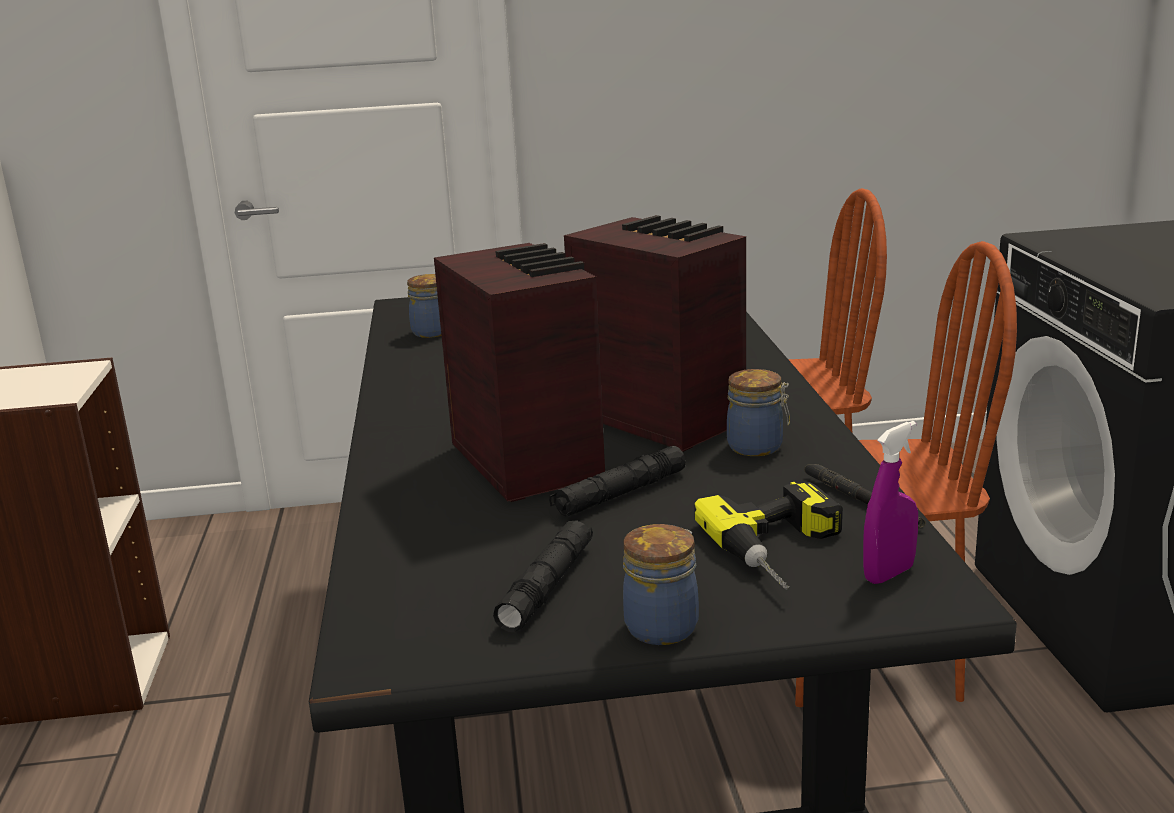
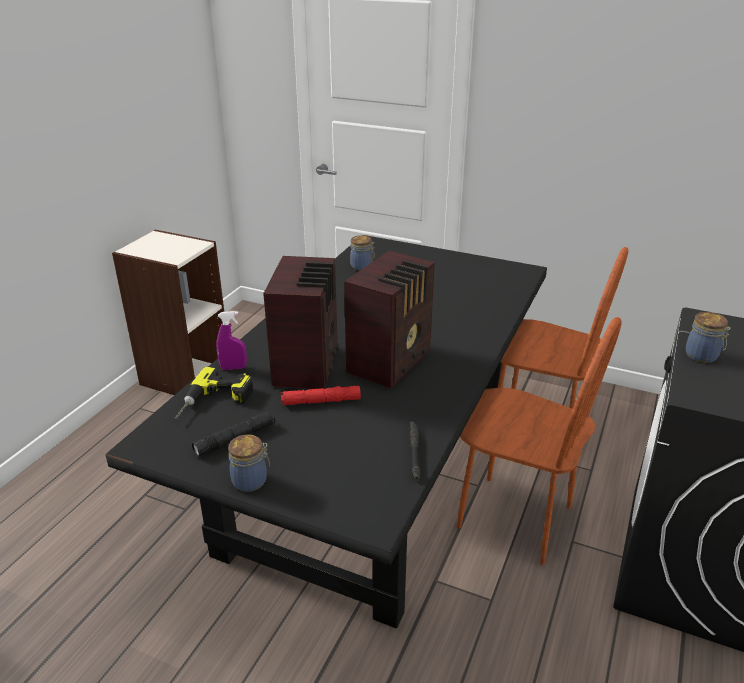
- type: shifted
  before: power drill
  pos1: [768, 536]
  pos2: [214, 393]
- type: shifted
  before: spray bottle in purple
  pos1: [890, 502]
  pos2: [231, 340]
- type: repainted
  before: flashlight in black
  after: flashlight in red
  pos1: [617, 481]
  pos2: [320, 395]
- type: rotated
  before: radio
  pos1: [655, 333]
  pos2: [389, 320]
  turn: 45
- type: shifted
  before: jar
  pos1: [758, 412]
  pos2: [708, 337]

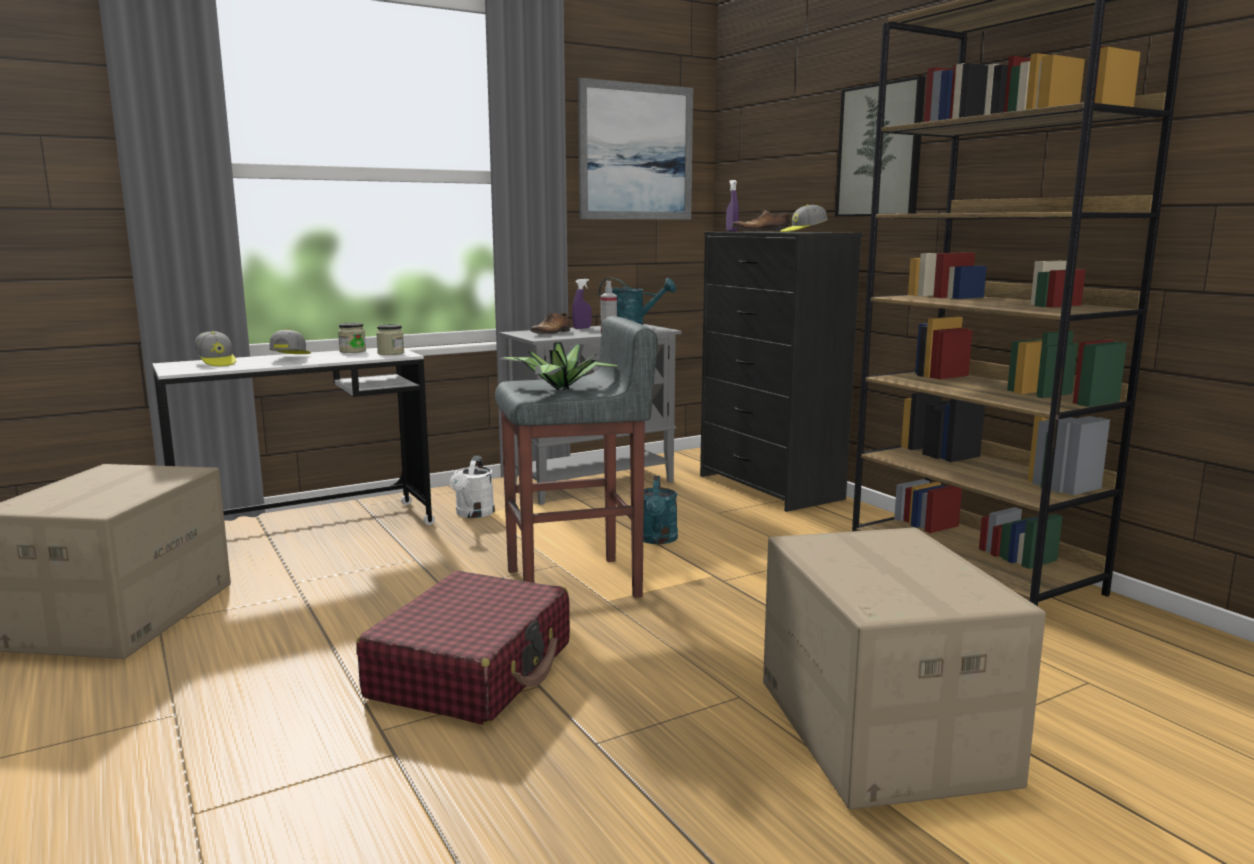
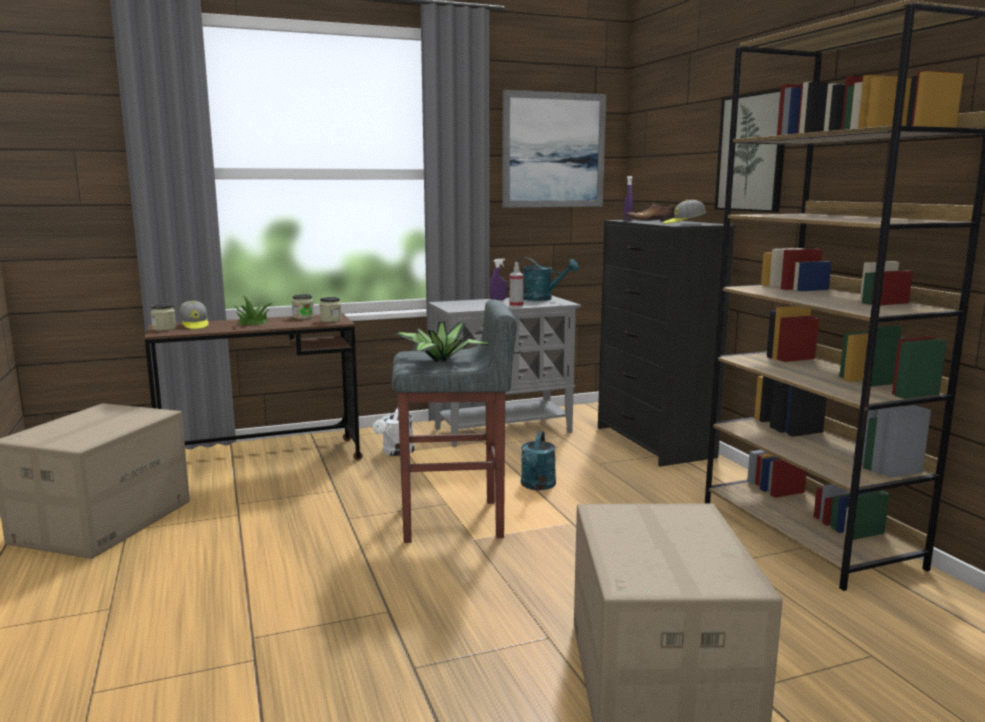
- type: repainted
  before: desk in white
  after: desk in brown
  pos1: [293, 436]
  pos2: [253, 386]
- type: new
  after: jar
  pos2: [163, 317]
- type: swapped
  before: cap
  after: potted plant
  pos1: [290, 341]
  pos2: [253, 310]
- type: gone
  before: suitcase in red
  pos1: [463, 648]
- type: gone
  before: shoe
  pos1: [550, 323]

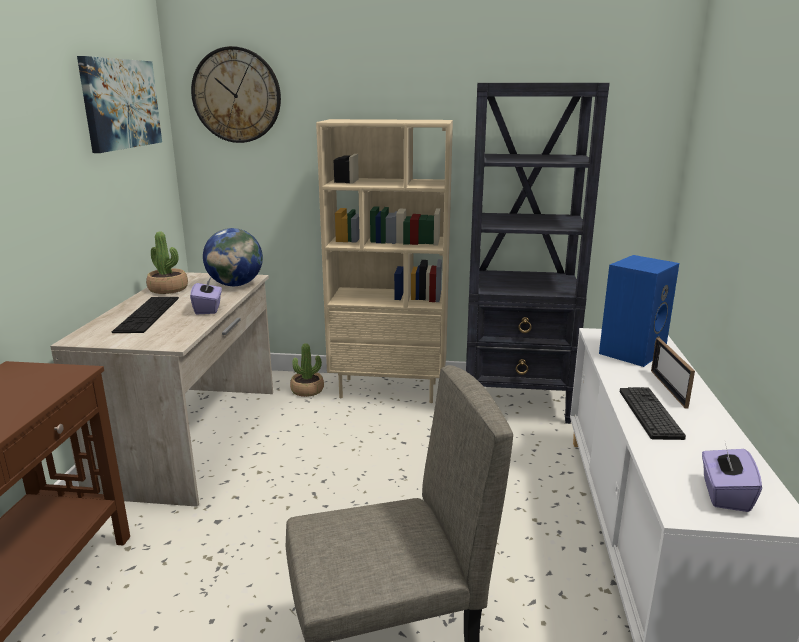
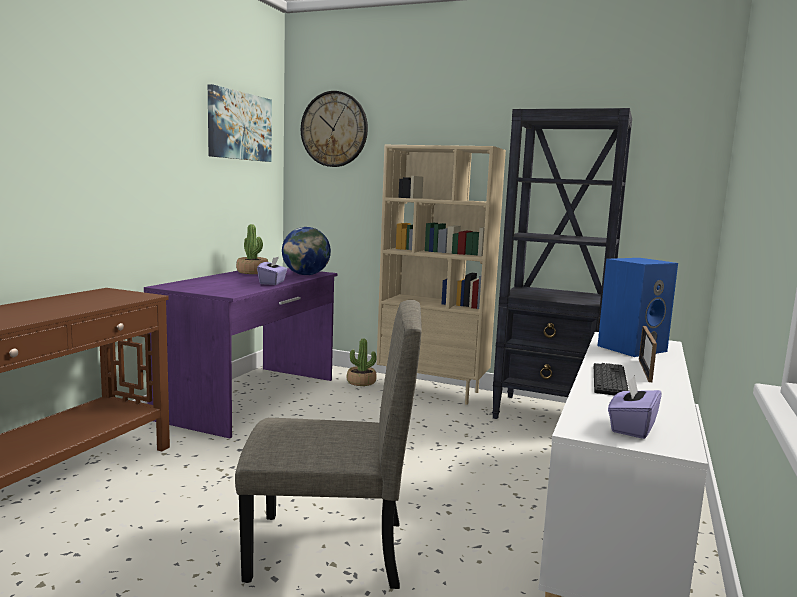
- type: repainted
  before: desk in beige
  after: desk in purple
  pos1: [161, 389]
  pos2: [241, 353]
- type: gone
  before: keyboard
  pos1: [145, 315]

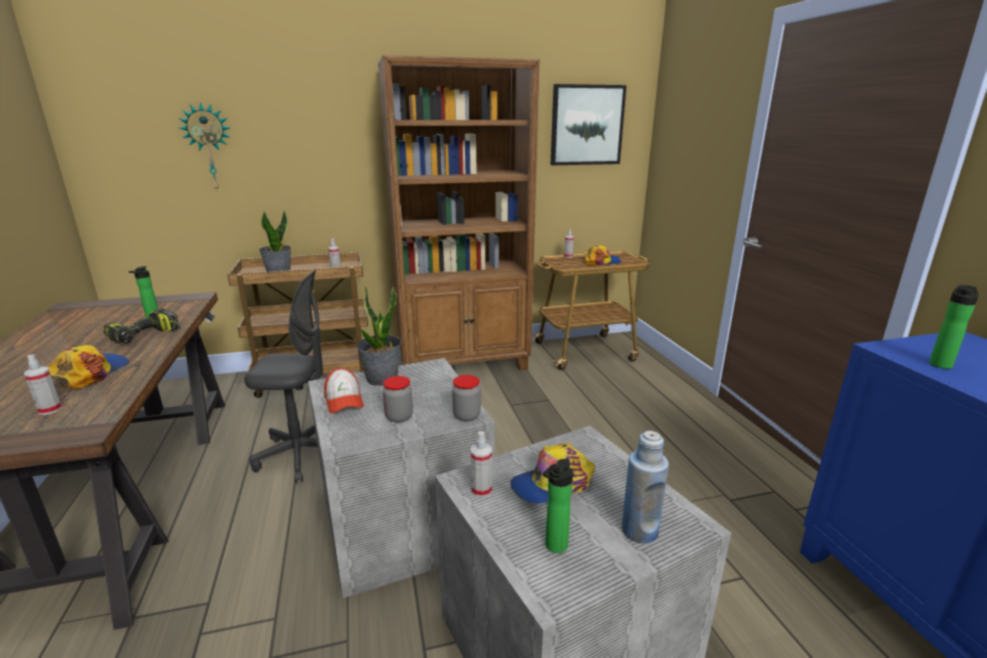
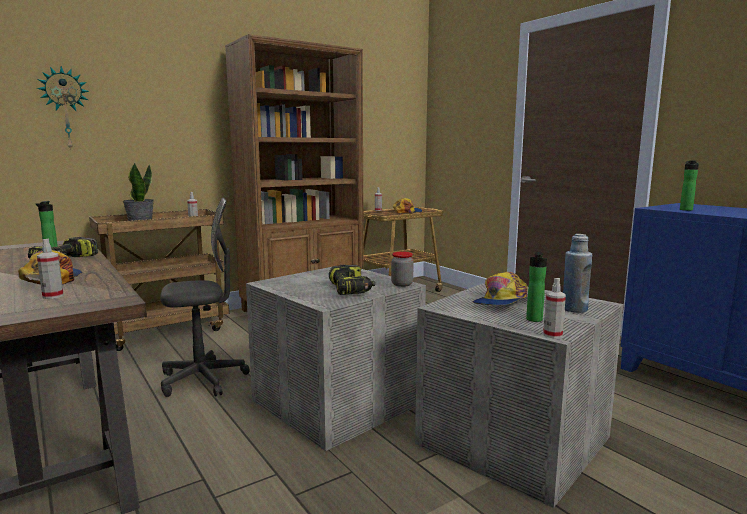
- type: swapped
  before: jar
  after: power drill
  pos1: [398, 399]
  pos2: [352, 280]
- type: shifted
  before: spray bottle
  pos1: [481, 464]
  pos2: [554, 308]
- type: gone
  before: cap
  pos1: [344, 390]
- type: gone
  before: potted plant
  pos1: [379, 336]
- type: gone
  before: picture
  pos1: [589, 124]

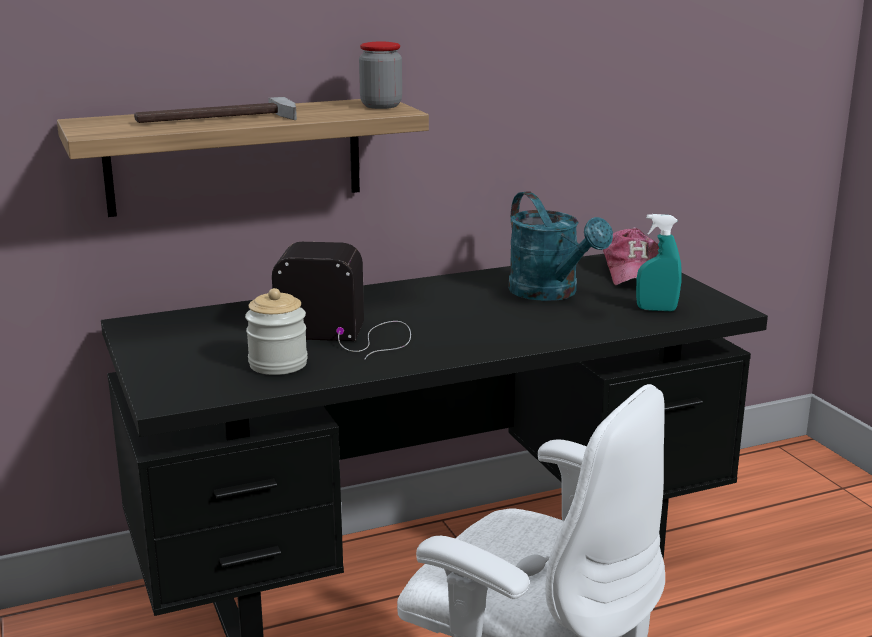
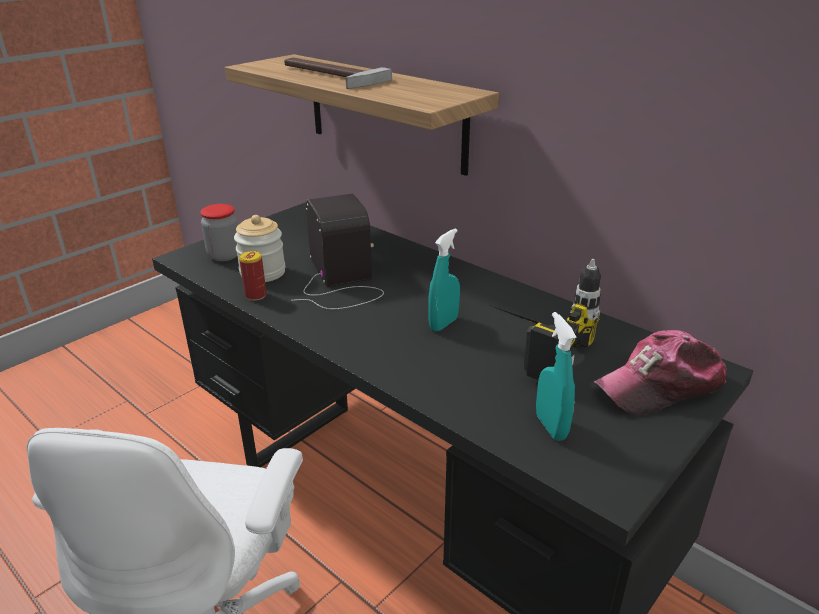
- type: shifted
  before: jar
  pos1: [380, 75]
  pos2: [219, 232]
- type: new
  after: can
  pos2: [253, 276]
- type: new
  after: spray bottle in turquoise
  pos2: [444, 279]
- type: swapped
  before: watering can in turquoise
  after: power drill
  pos1: [560, 246]
  pos2: [545, 319]

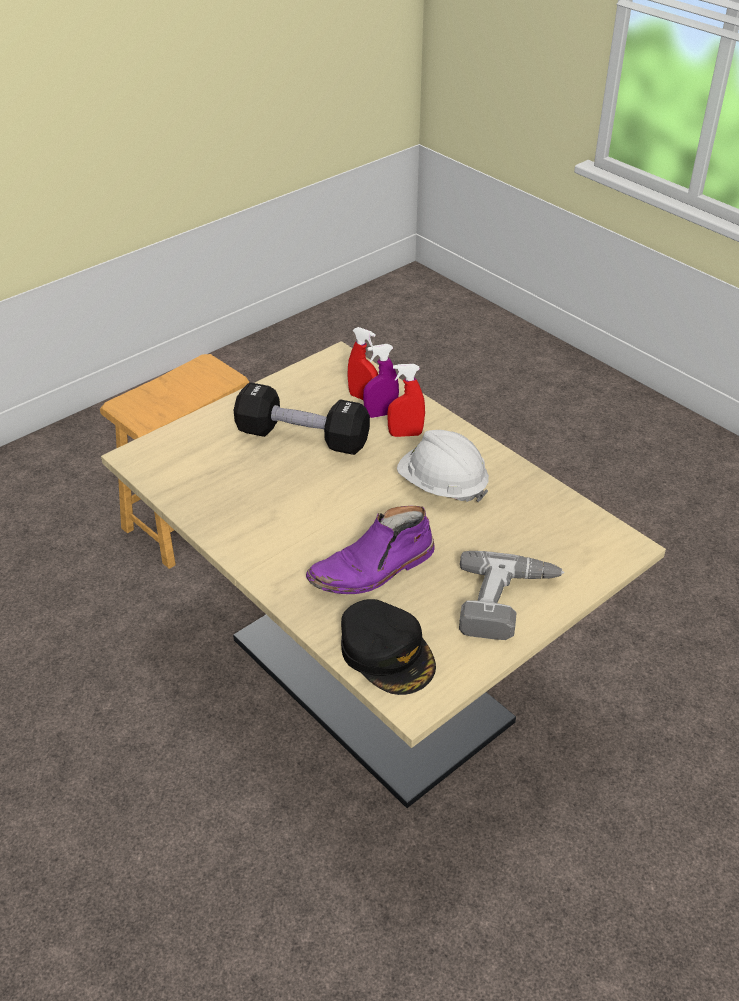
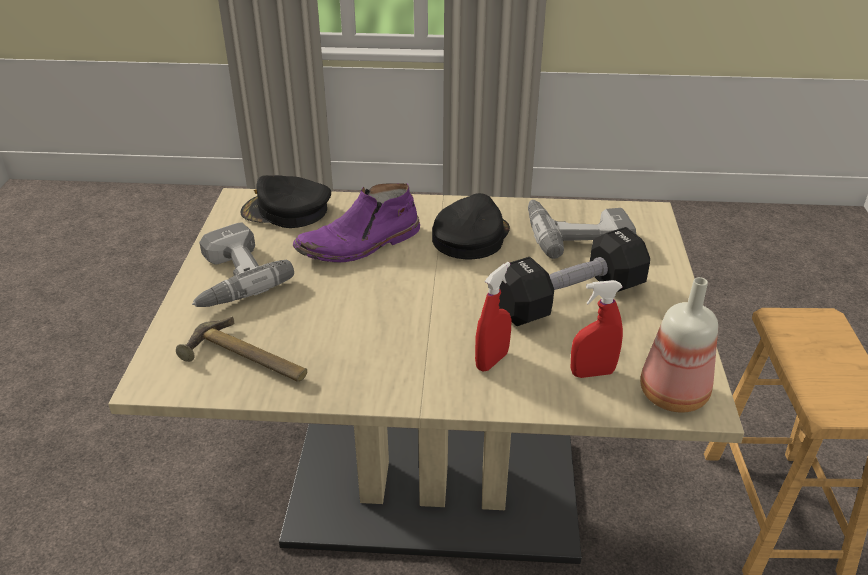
- type: new
  after: hammer
  pos2: [241, 349]
- type: rotated
  before: boot in purple
  pos1: [370, 550]
  pos2: [356, 223]
  turn: -135
- type: new
  after: cap in black
  pos2: [471, 226]
- type: new
  after: power drill
  pos2: [582, 229]
- type: new
  after: bottle
  pos2: [679, 345]
- type: gone
  before: spray bottle in purple
  pos1: [381, 381]
- type: gone
  before: hard hat in white
  pos1: [443, 466]

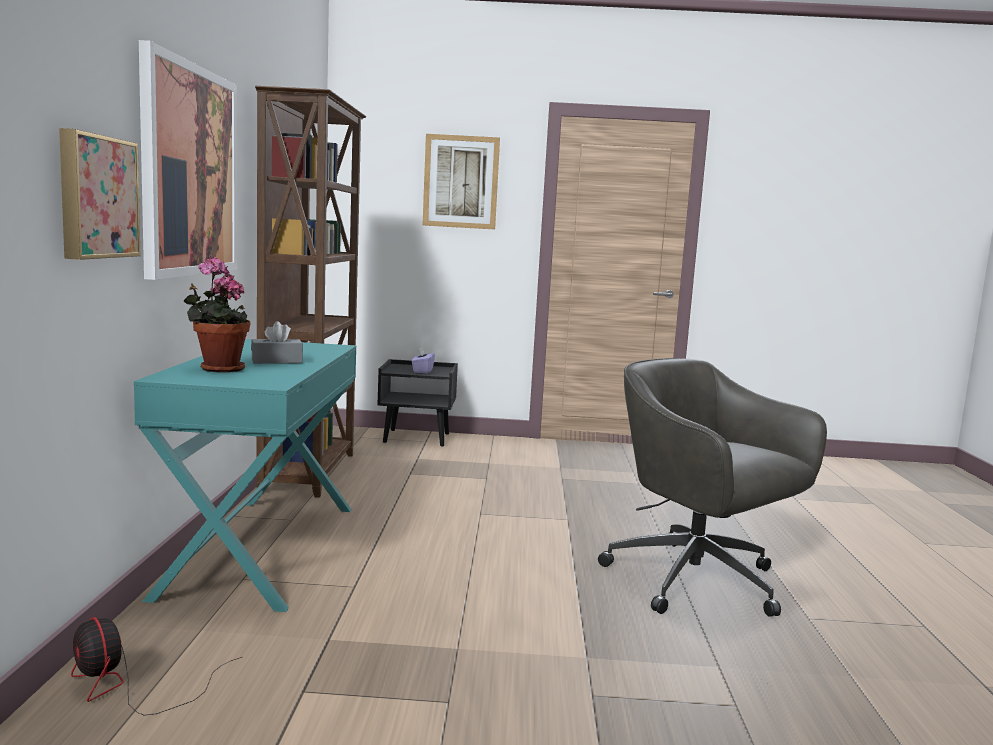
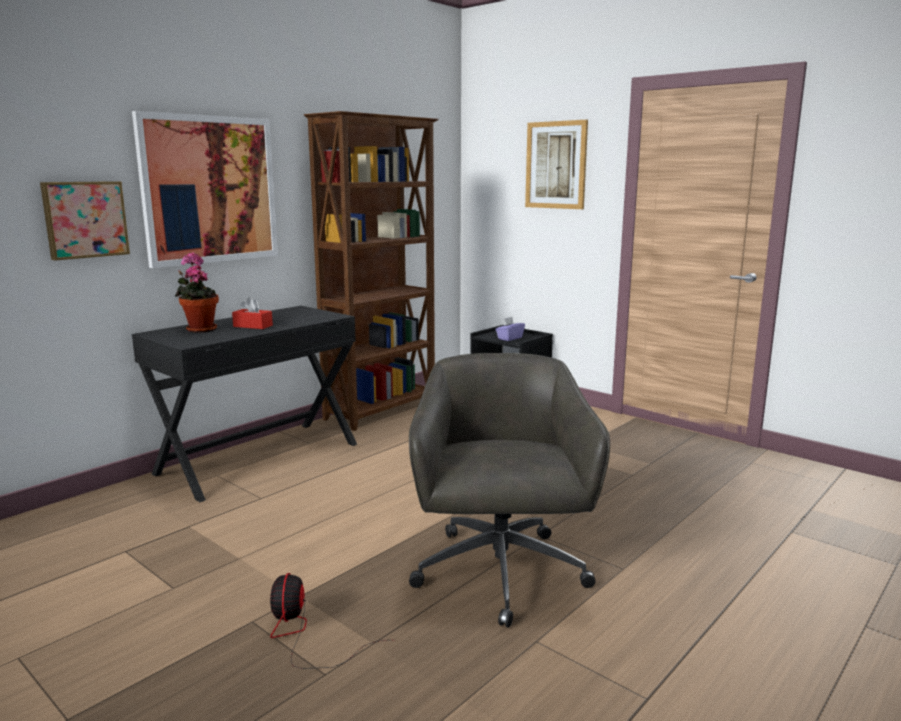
- type: repainted
  before: desk in turquoise
  after: desk in black
  pos1: [245, 475]
  pos2: [244, 404]
- type: repainted
  before: tissue box in grey
  after: tissue box in red
  pos1: [277, 342]
  pos2: [252, 313]
- type: shifted
  before: fan
  pos1: [156, 666]
  pos2: [327, 621]

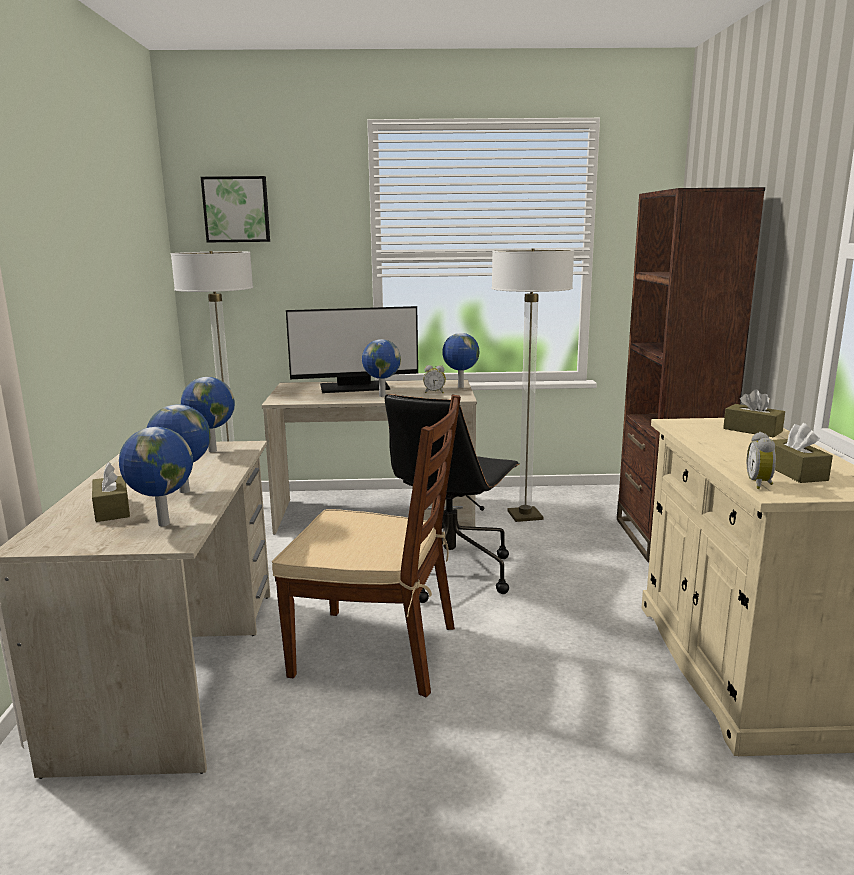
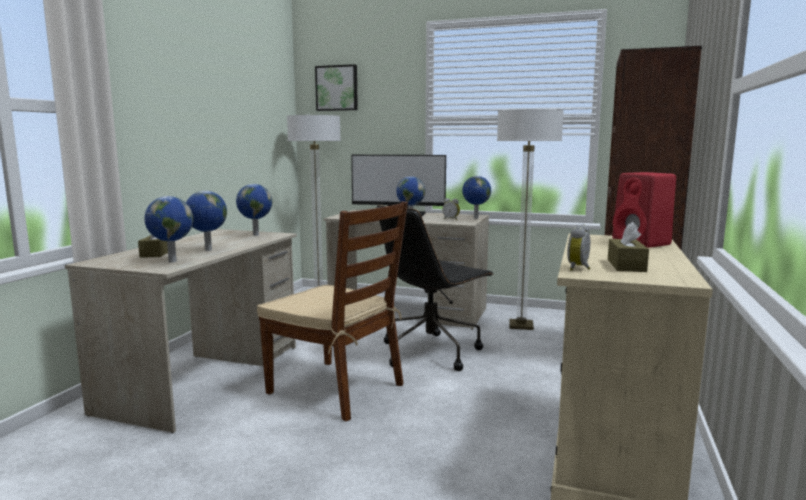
- type: swapped
  before: tissue box in brown
  after: speaker in red
  pos1: [754, 413]
  pos2: [644, 210]

